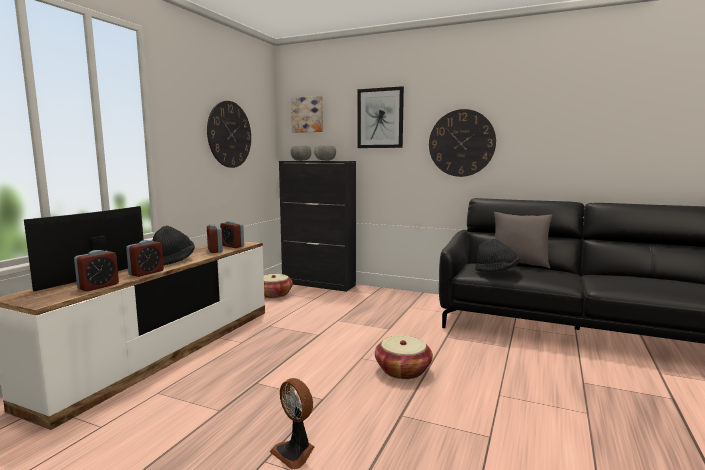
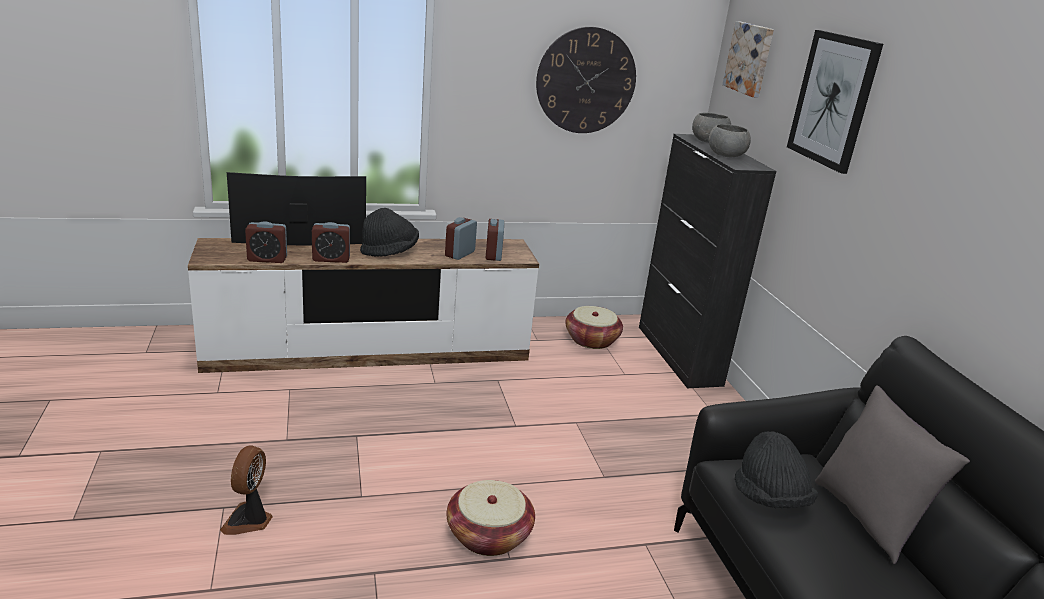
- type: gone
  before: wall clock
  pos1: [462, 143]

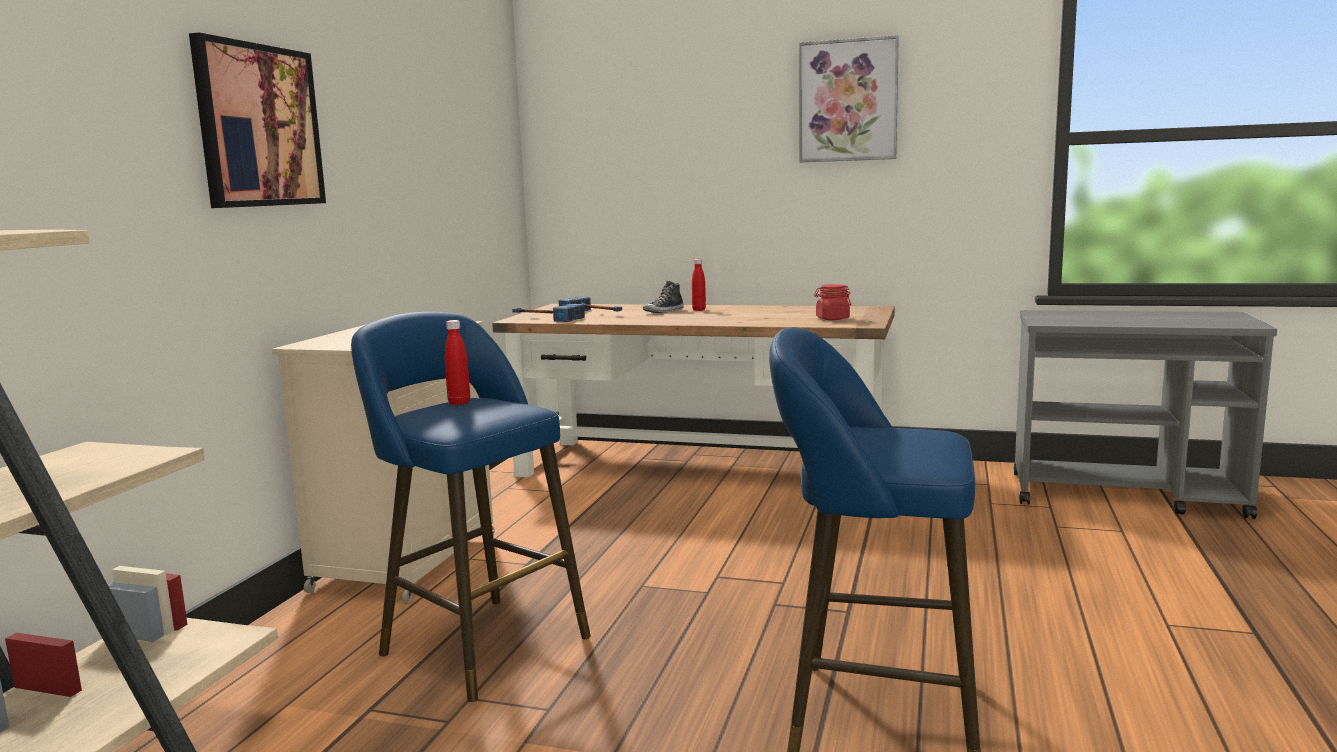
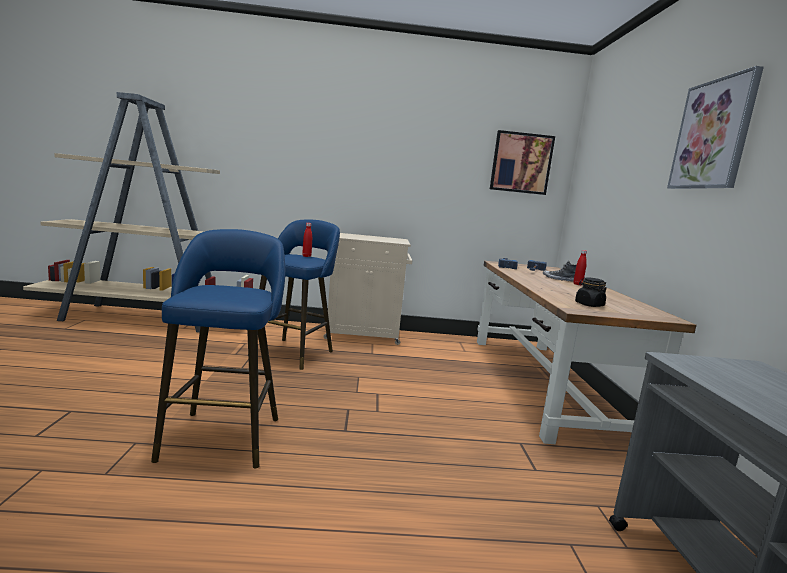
- type: shifted
  before: picture
  pos1: [257, 120]
  pos2: [522, 162]
- type: repainted
  before: jar in red
  after: jar in black
  pos1: [832, 302]
  pos2: [591, 292]

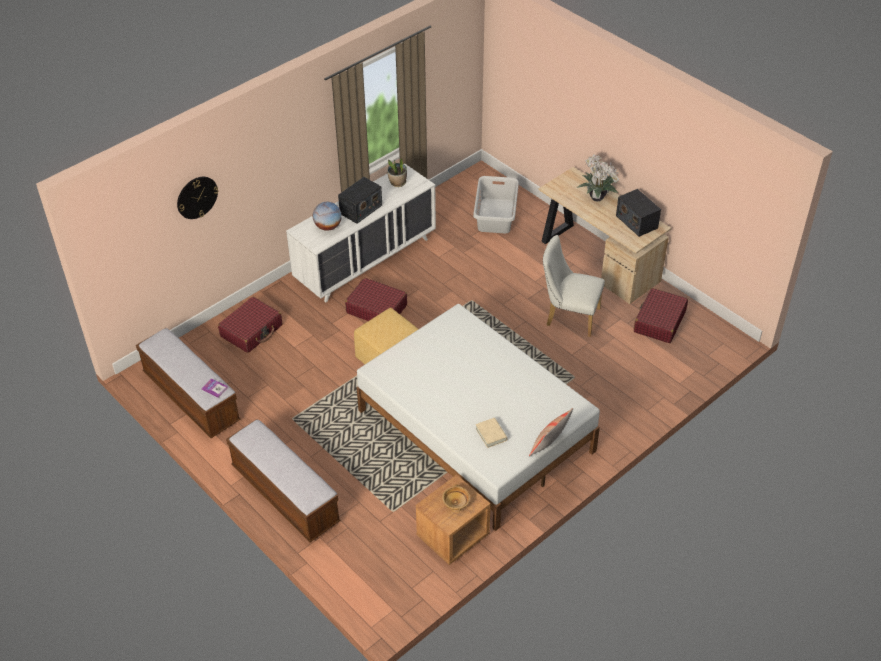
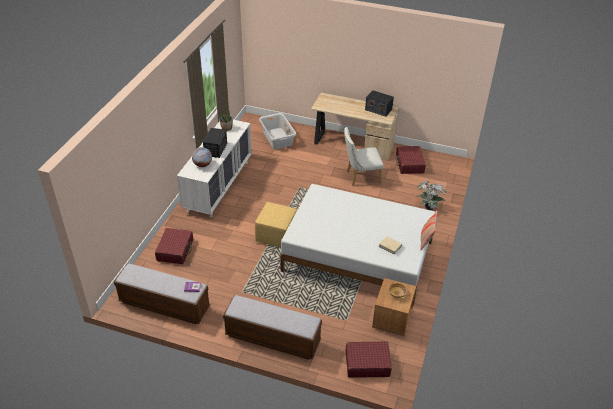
- type: shifted
  before: suitcase in red
  pos1: [376, 299]
  pos2: [369, 359]
- type: shifted
  before: potted plant
  pos1: [598, 178]
  pos2: [432, 195]
- type: gone
  before: wall clock
  pos1: [197, 198]

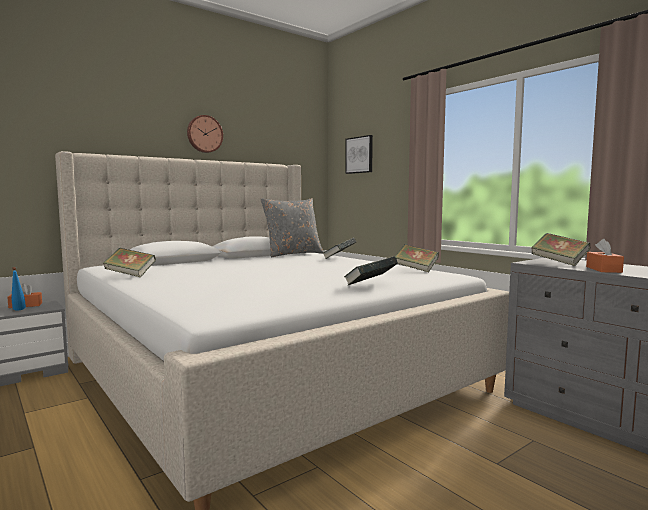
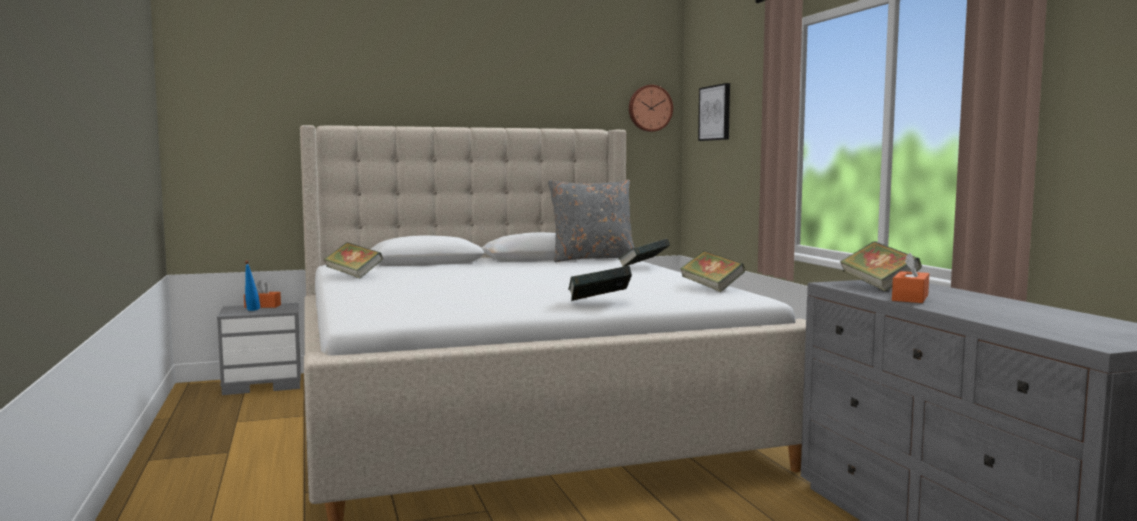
- type: shifted
  before: wall clock
  pos1: [205, 134]
  pos2: [651, 108]

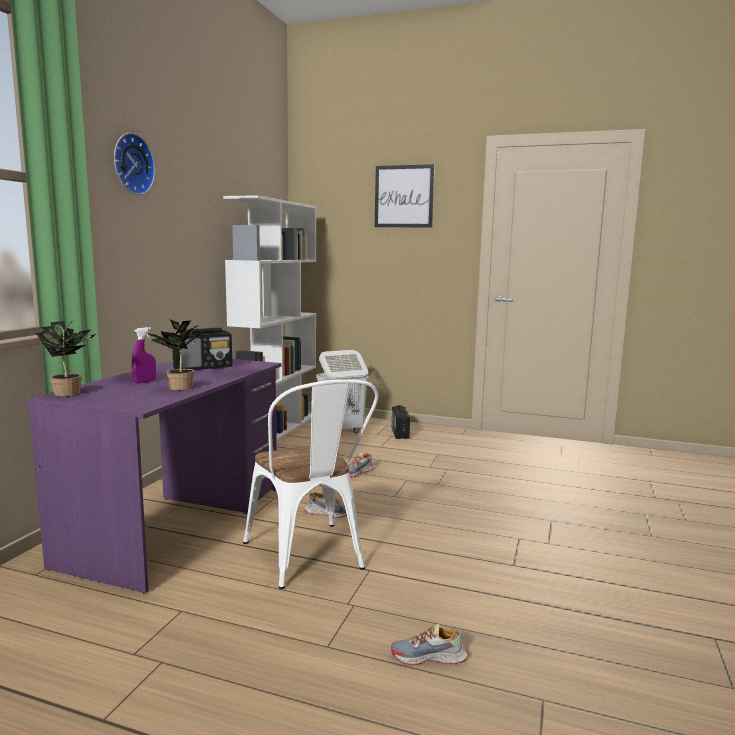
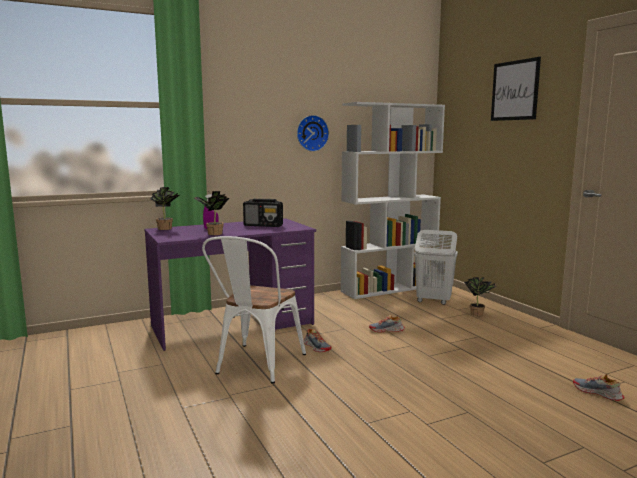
- type: shifted
  before: wall clock
  pos1: [134, 164]
  pos2: [313, 133]
- type: swapped
  before: radio
  after: potted plant
  pos1: [401, 422]
  pos2: [480, 296]
- type: shifted
  before: shoe
  pos1: [429, 644]
  pos2: [599, 387]

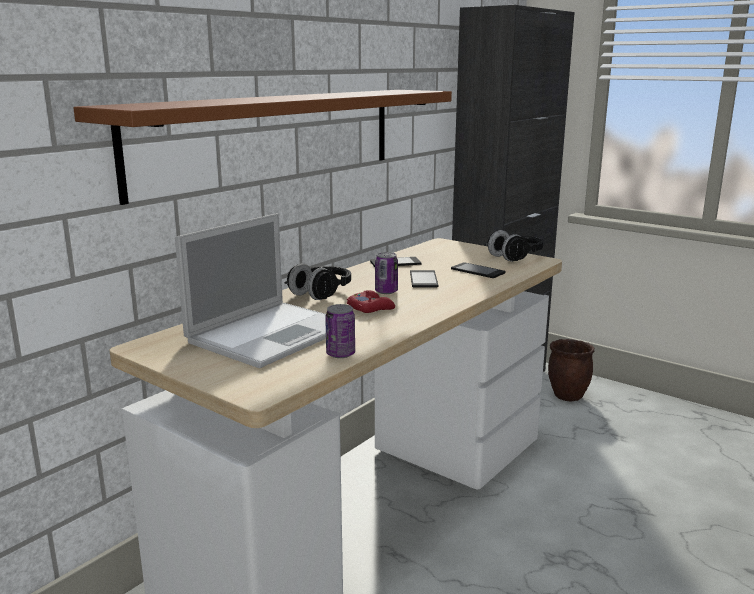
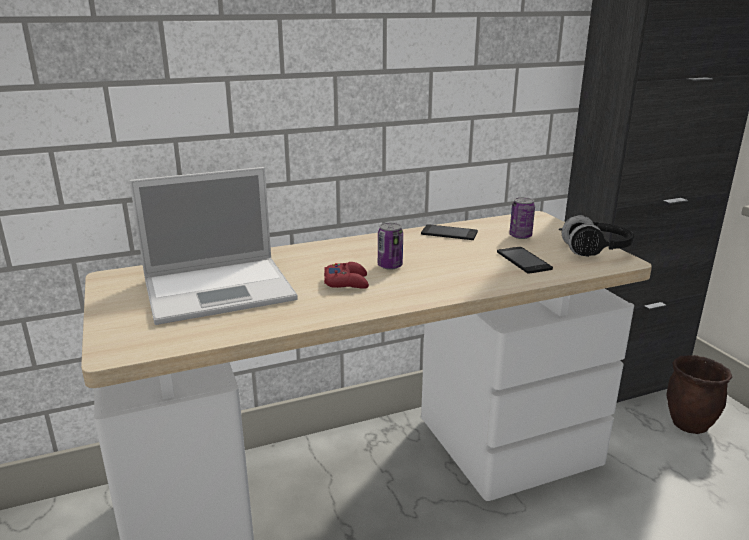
- type: shifted
  before: can
  pos1: [340, 331]
  pos2: [522, 218]
- type: gone
  before: shelf in brown
  pos1: [262, 147]
- type: gone
  before: headphones in black
  pos1: [317, 281]
- type: gone
  before: phone
  pos1: [424, 279]

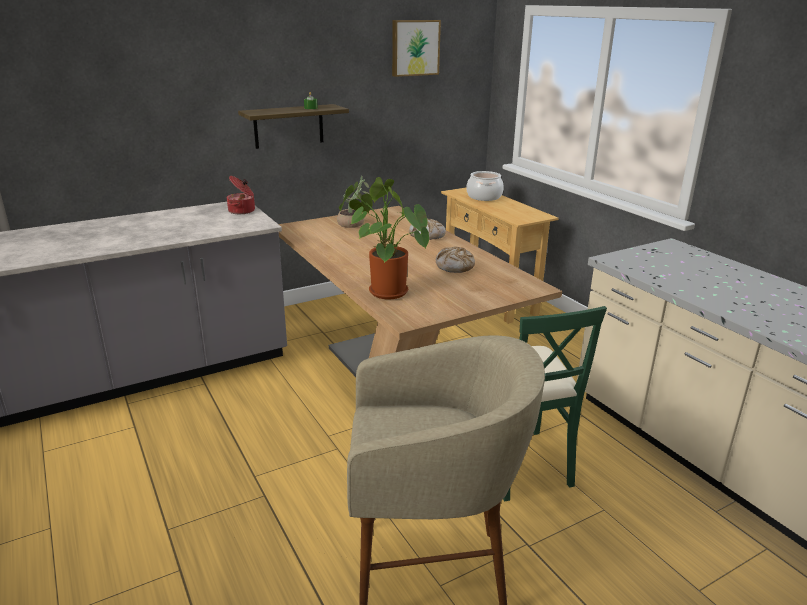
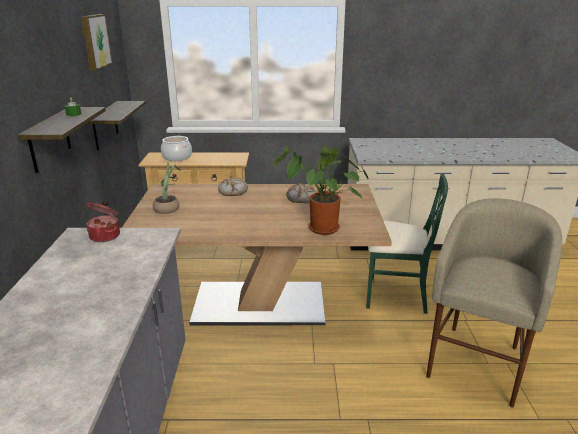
- type: new
  after: shelf
  pos2: [116, 125]

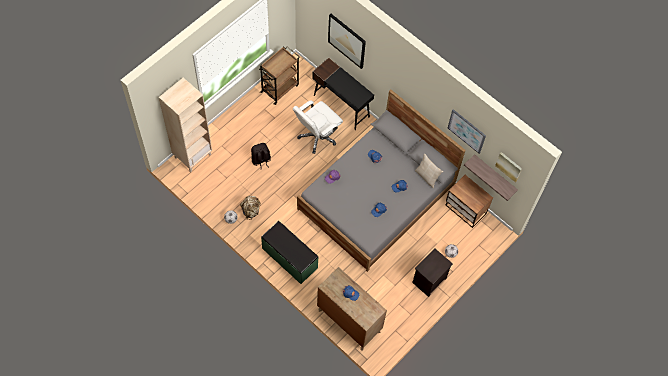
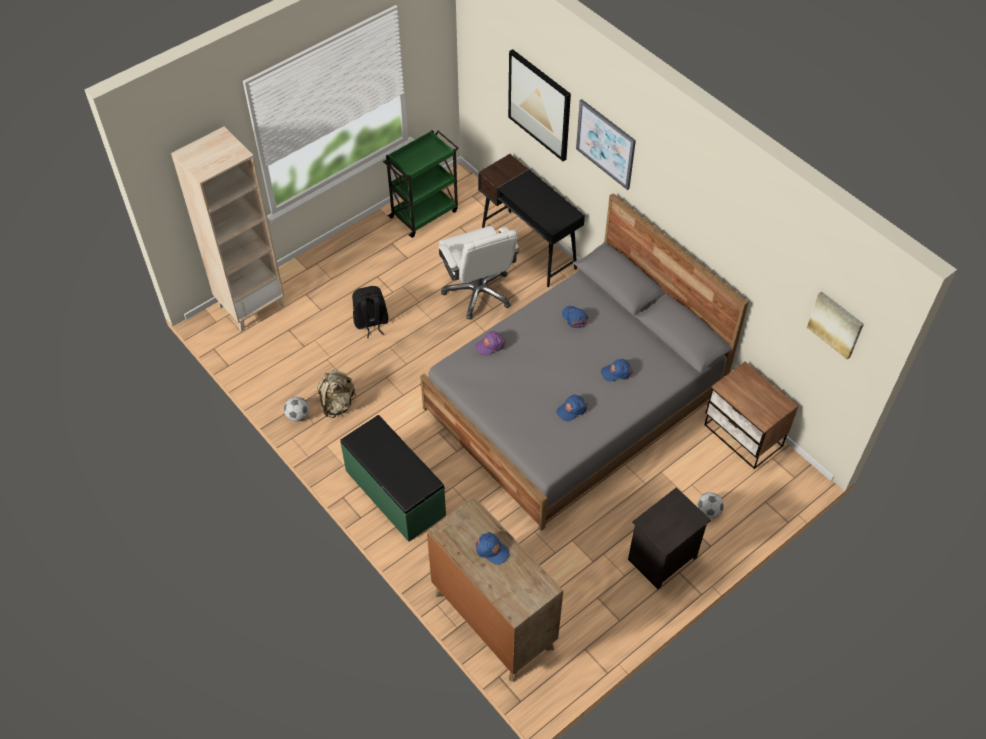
- type: repainted
  before: cart in brown
  after: cart in green
  pos1: [279, 75]
  pos2: [421, 184]
- type: rotated
  before: office chair in white
  pos1: [318, 127]
  pos2: [479, 273]
  turn: -75
- type: shifted
  before: picture
  pos1: [467, 131]
  pos2: [606, 144]
- type: gone
  before: pillow in beige
  pos1: [429, 171]
- type: gone
  before: shelf
  pos1: [491, 177]

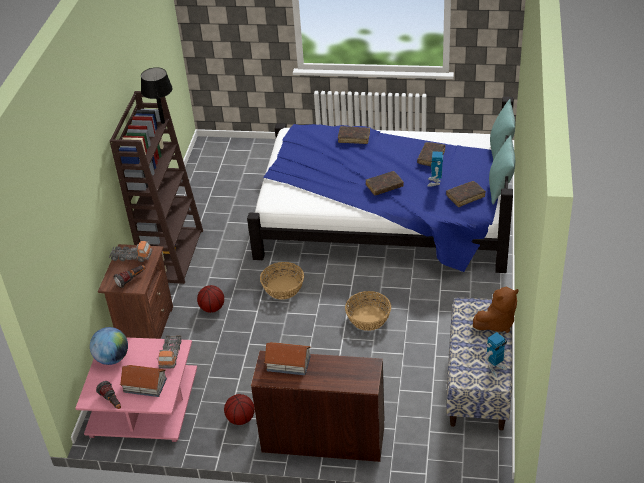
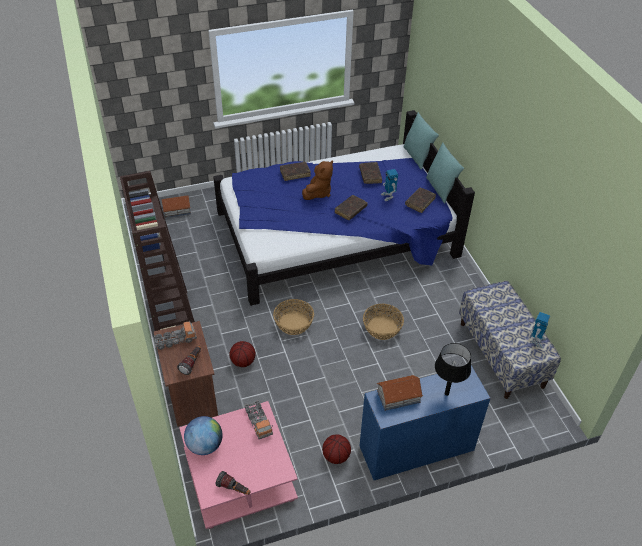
- type: shifted
  before: toy house
  pos1: [143, 381]
  pos2: [176, 206]
- type: shifted
  before: plush toy in brown
  pos1: [496, 310]
  pos2: [317, 180]
- type: repainted
  before: desk in brown
  after: desk in blue
  pos1: [317, 406]
  pos2: [425, 422]
- type: shifted
  before: table lamp in black
  pos1: [157, 95]
  pos2: [453, 369]

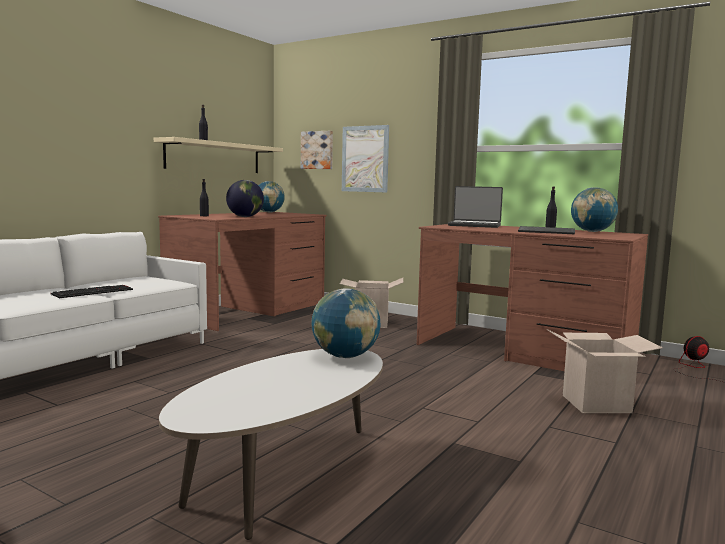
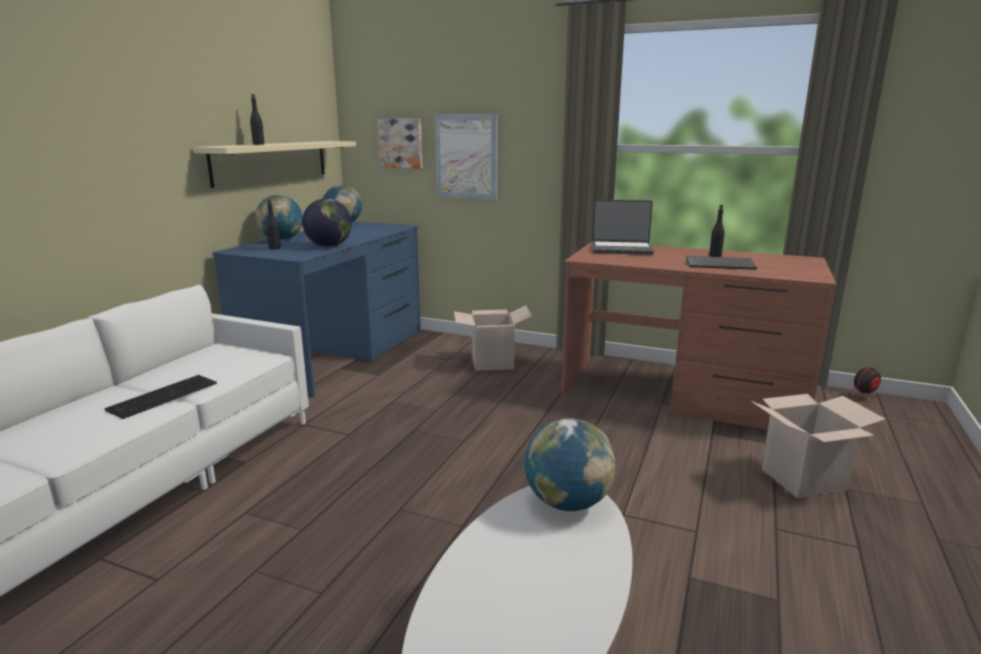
- type: repainted
  before: desk in brown
  after: desk in blue
  pos1: [242, 271]
  pos2: [316, 309]
- type: shifted
  before: globe
  pos1: [594, 209]
  pos2: [279, 218]

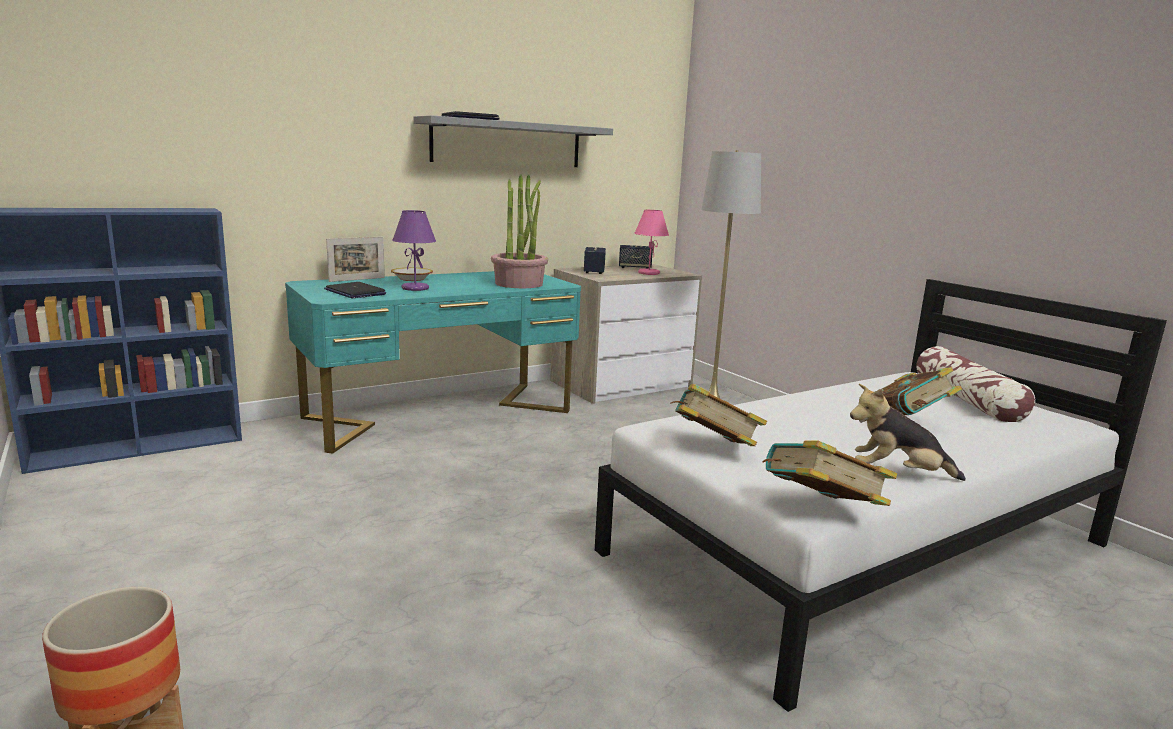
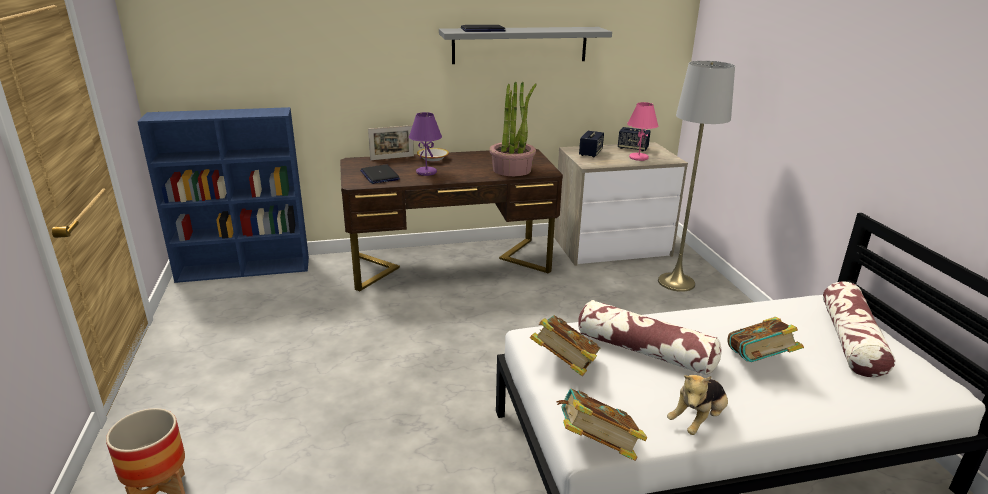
- type: repainted
  before: desk in turquoise
  after: desk in brown
  pos1: [433, 362]
  pos2: [451, 220]
- type: new
  after: pillow
  pos2: [650, 337]
- type: rotated
  before: plush toy
  pos1: [908, 432]
  pos2: [697, 405]
  turn: -75

